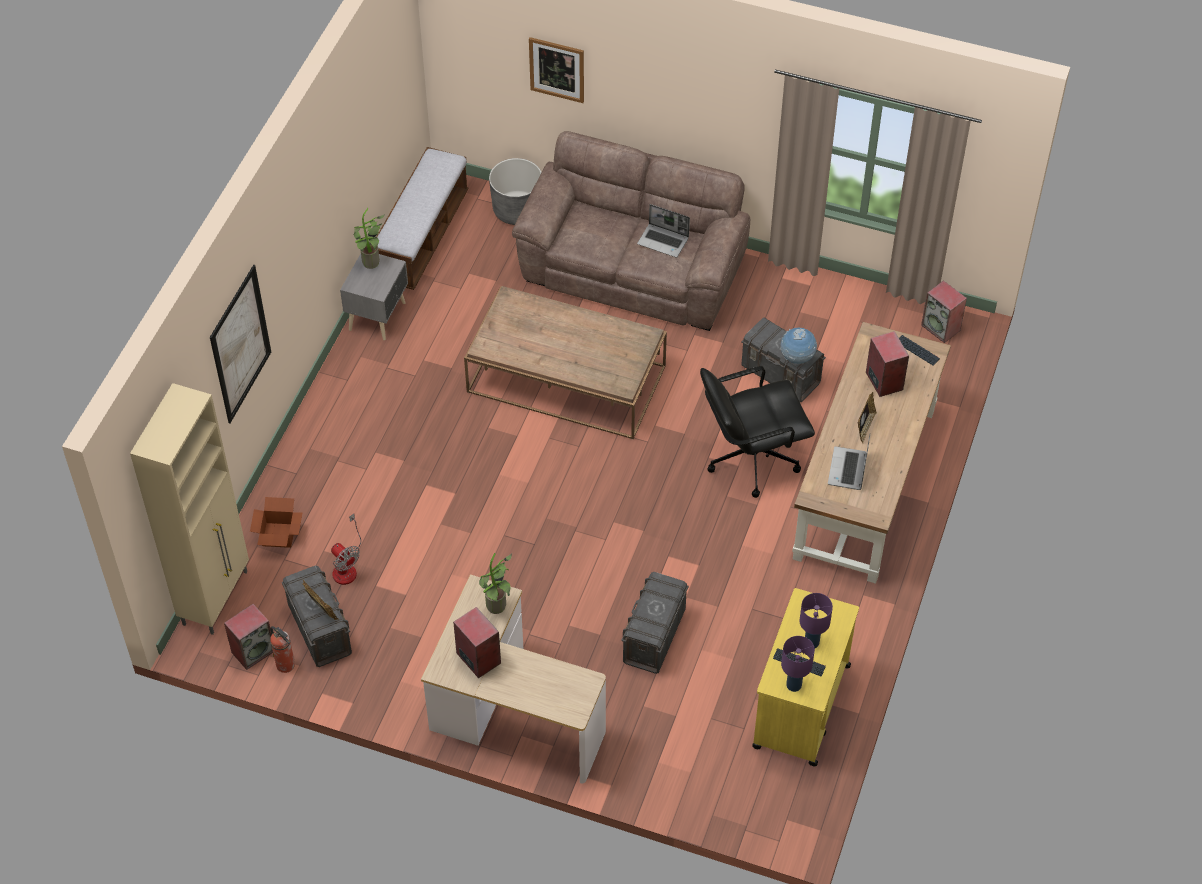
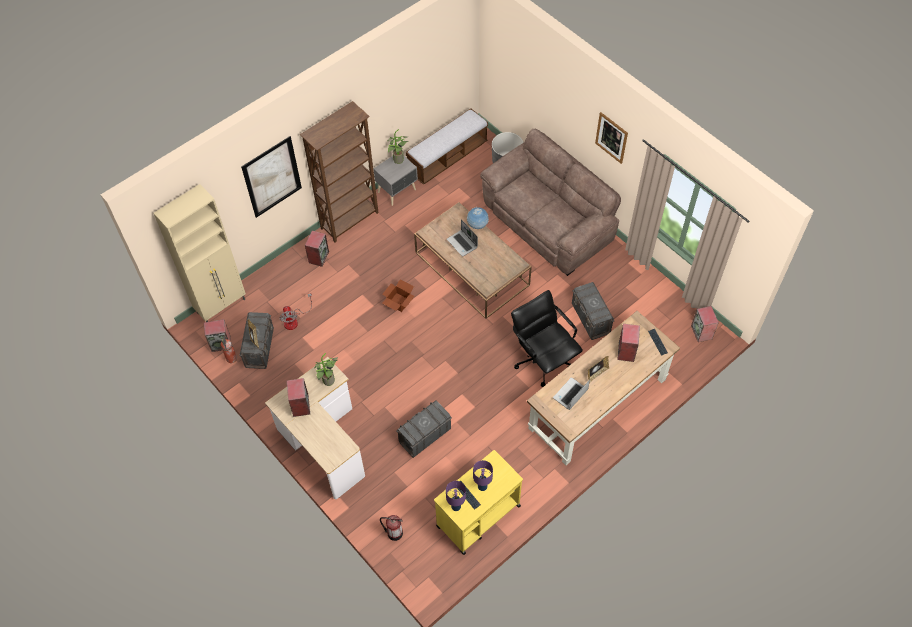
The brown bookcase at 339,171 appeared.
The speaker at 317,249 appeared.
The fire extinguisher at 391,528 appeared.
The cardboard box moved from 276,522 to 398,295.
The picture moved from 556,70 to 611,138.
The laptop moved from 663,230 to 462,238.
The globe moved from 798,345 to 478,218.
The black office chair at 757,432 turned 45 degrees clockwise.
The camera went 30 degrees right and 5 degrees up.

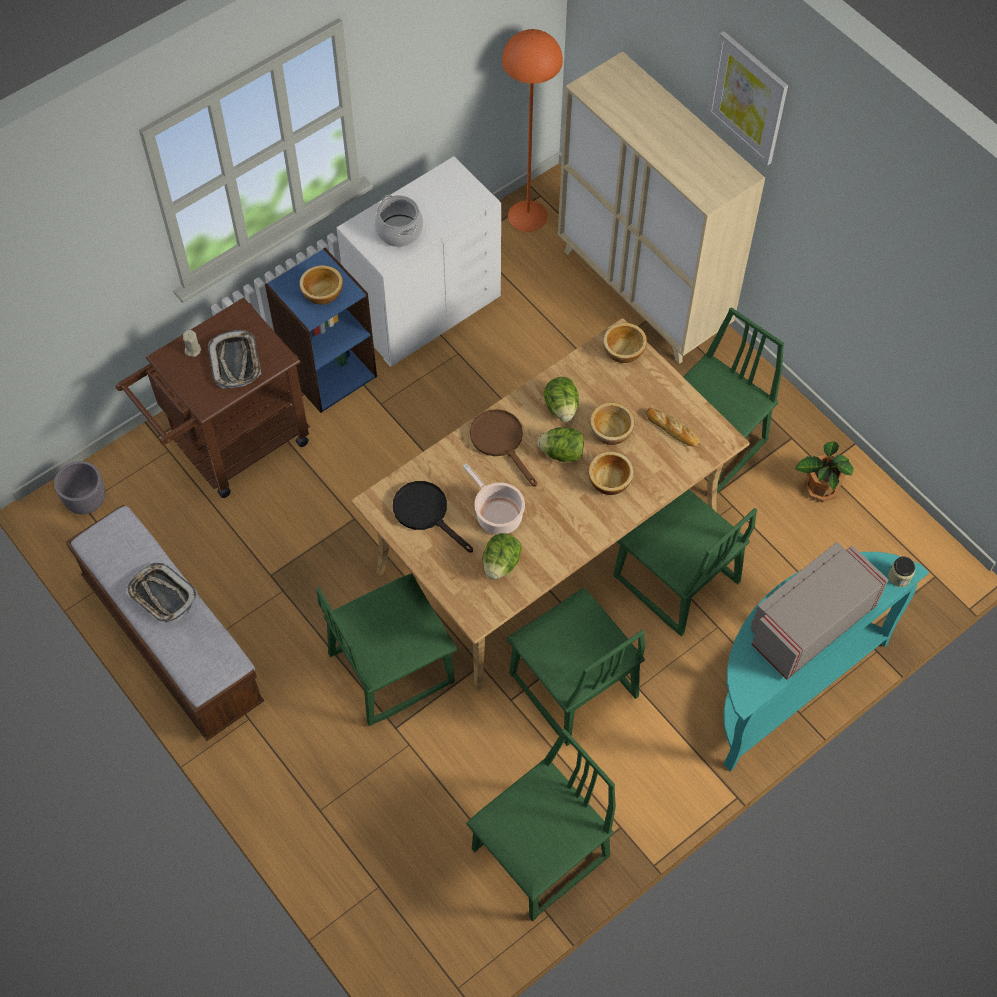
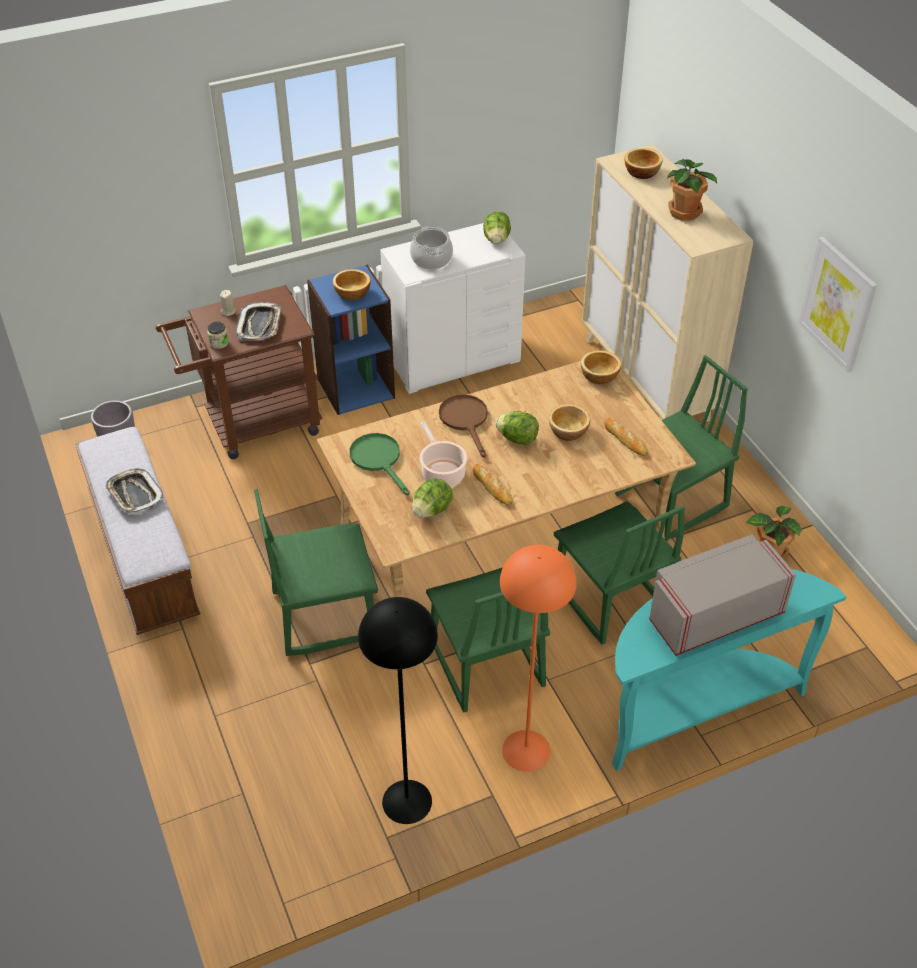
The bread at 493,484 appeared.
The potted plant at 692,190 appeared.
The orange floor lamp moved from 532,130 to 538,658.
The lettuce moved from 561,399 to 497,227.
The bowl moved from 611,473 to 643,163.
The picture moved from 747,98 to 837,304.
The jar moved from 901,572 to 218,335.
The green chair at 541,825 was replaced by the black floor lamp at 398,710.
The black frying pan at 433,517 became the green frying pan at 380,464.
The camera went 15 degrees right and 15 degrees down.

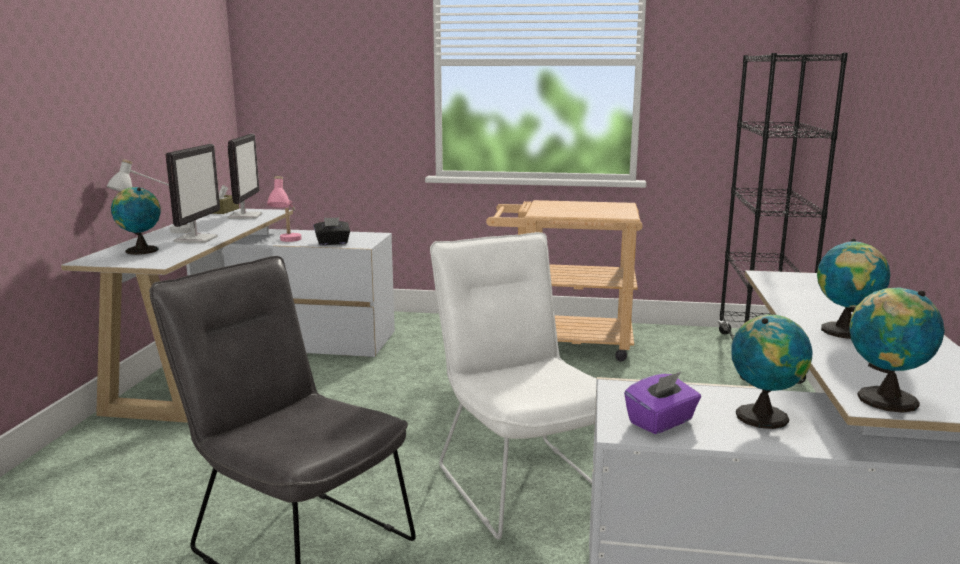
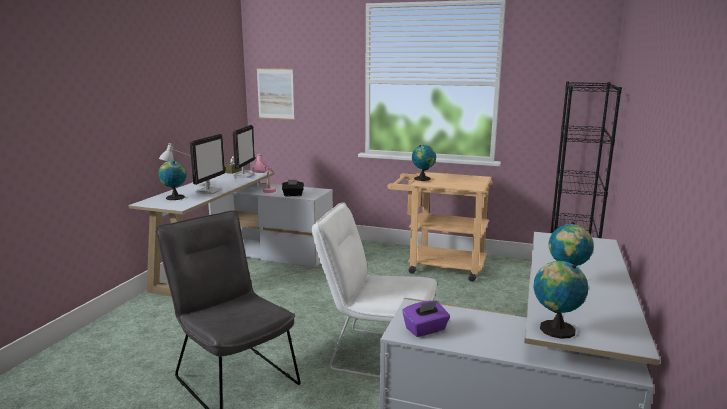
The picture at 275,94 appeared.
The globe moved from 771,372 to 424,163.
The white chair at 513,386 turned 60 degrees counterclockwise.
The camera went 10 degrees right and 0 degrees up.

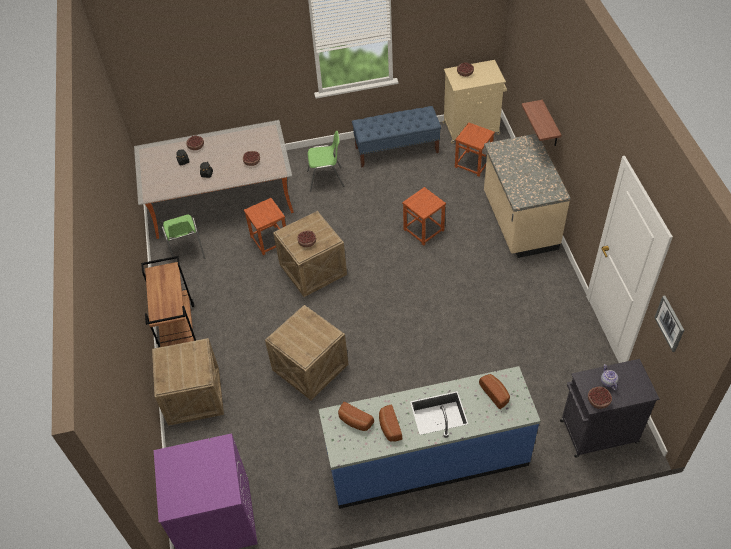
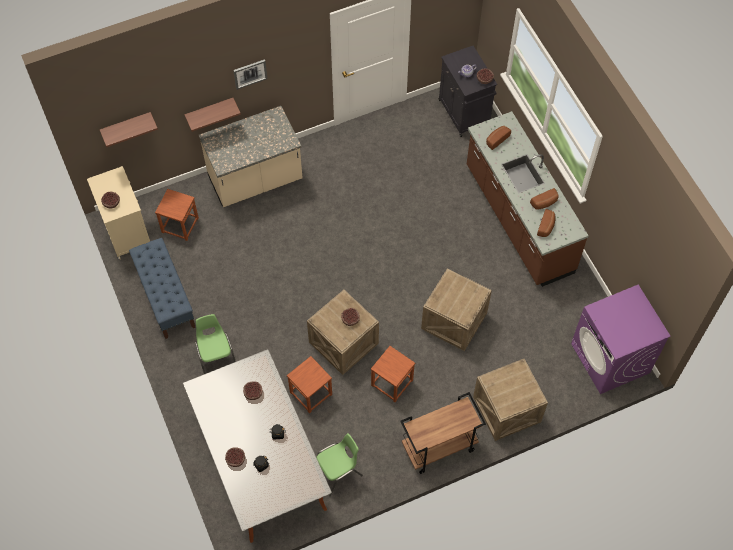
The shelf at 129,129 appeared.
The brown stool moved from 424,216 to 393,374.
The picture moved from 669,324 to 250,74.
The blue counter at 430,437 became the brown counter at 528,199.
The camera went 105 degrees left and 10 degrees up.

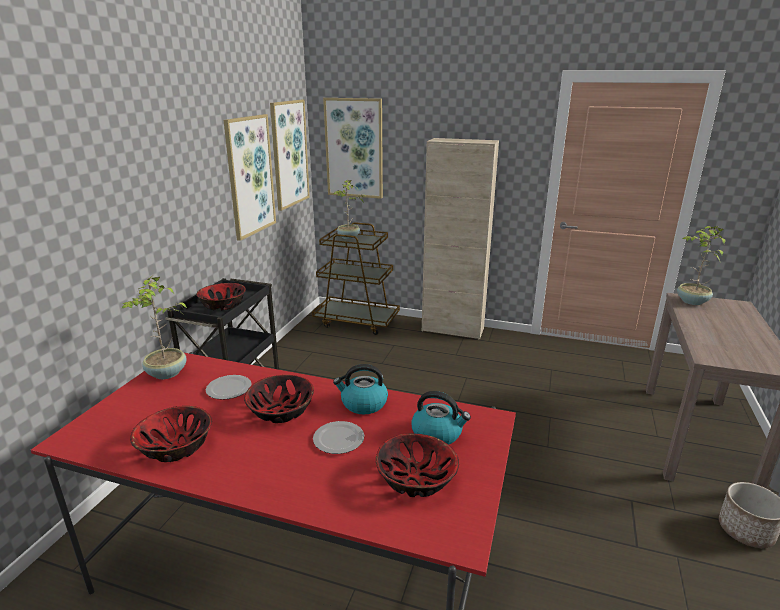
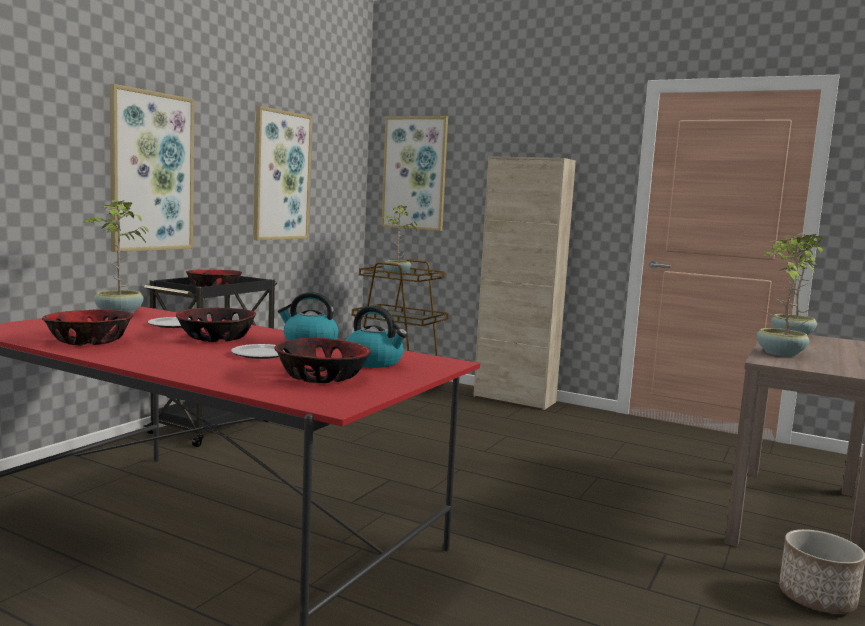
The potted plant at 786,296 appeared.
The picture moved from 290,155 to 152,168.
The camera went 10 degrees right and 15 degrees down.

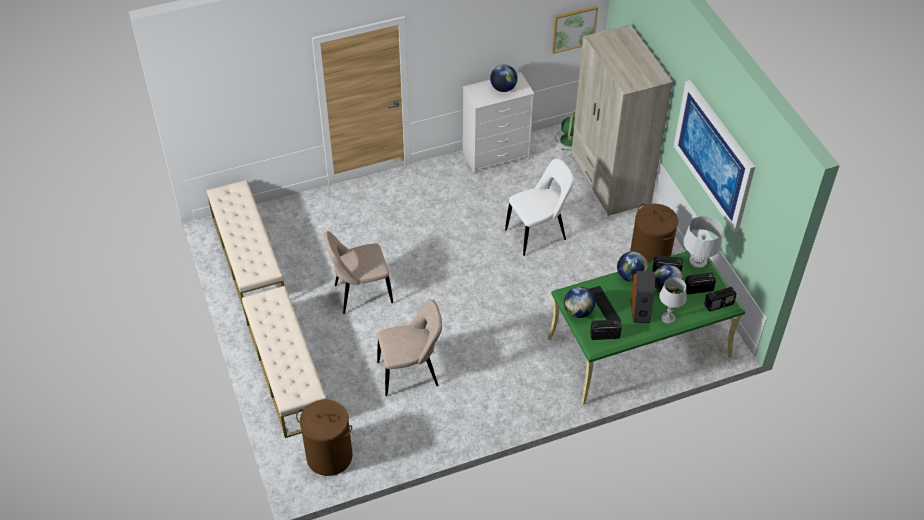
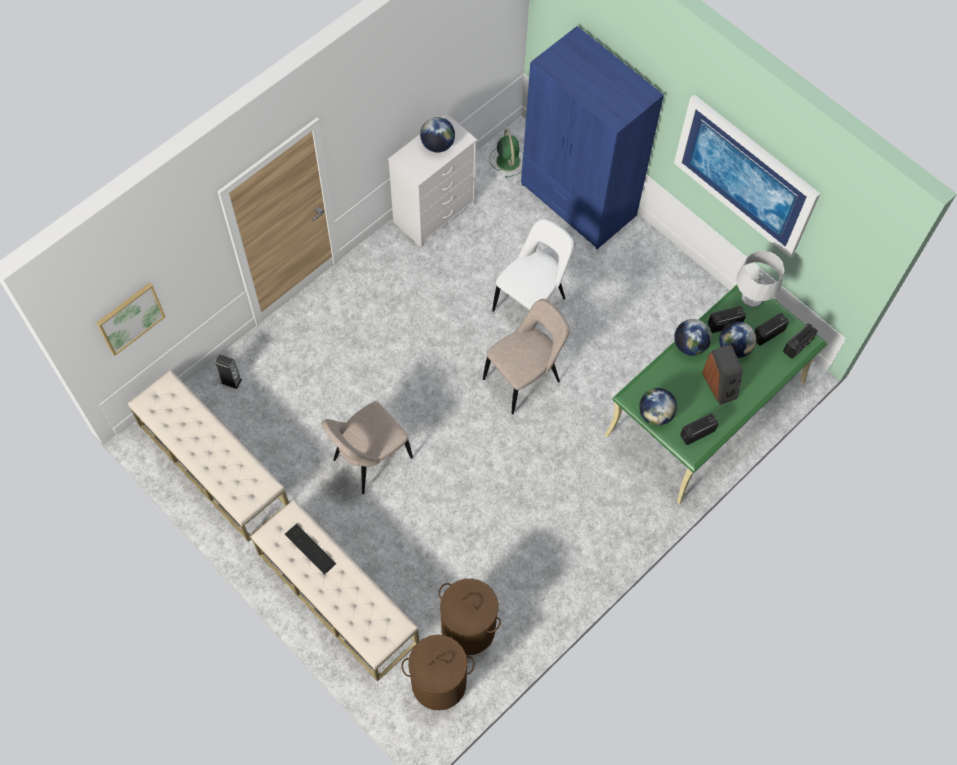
The grey table lamp at 672,300 disappeared.
The speaker at 228,371 appeared.
The beige chair moved from 409,348 to 526,356.
The picture moved from 575,30 to 131,319.
The keyboard moved from 605,303 to 310,549.
The brown laundry basket moved from 654,233 to 470,617.
The beige wardrobe at 622,120 became the blue wardrobe at 592,137.
The camera went 25 degrees left and 15 degrees up.

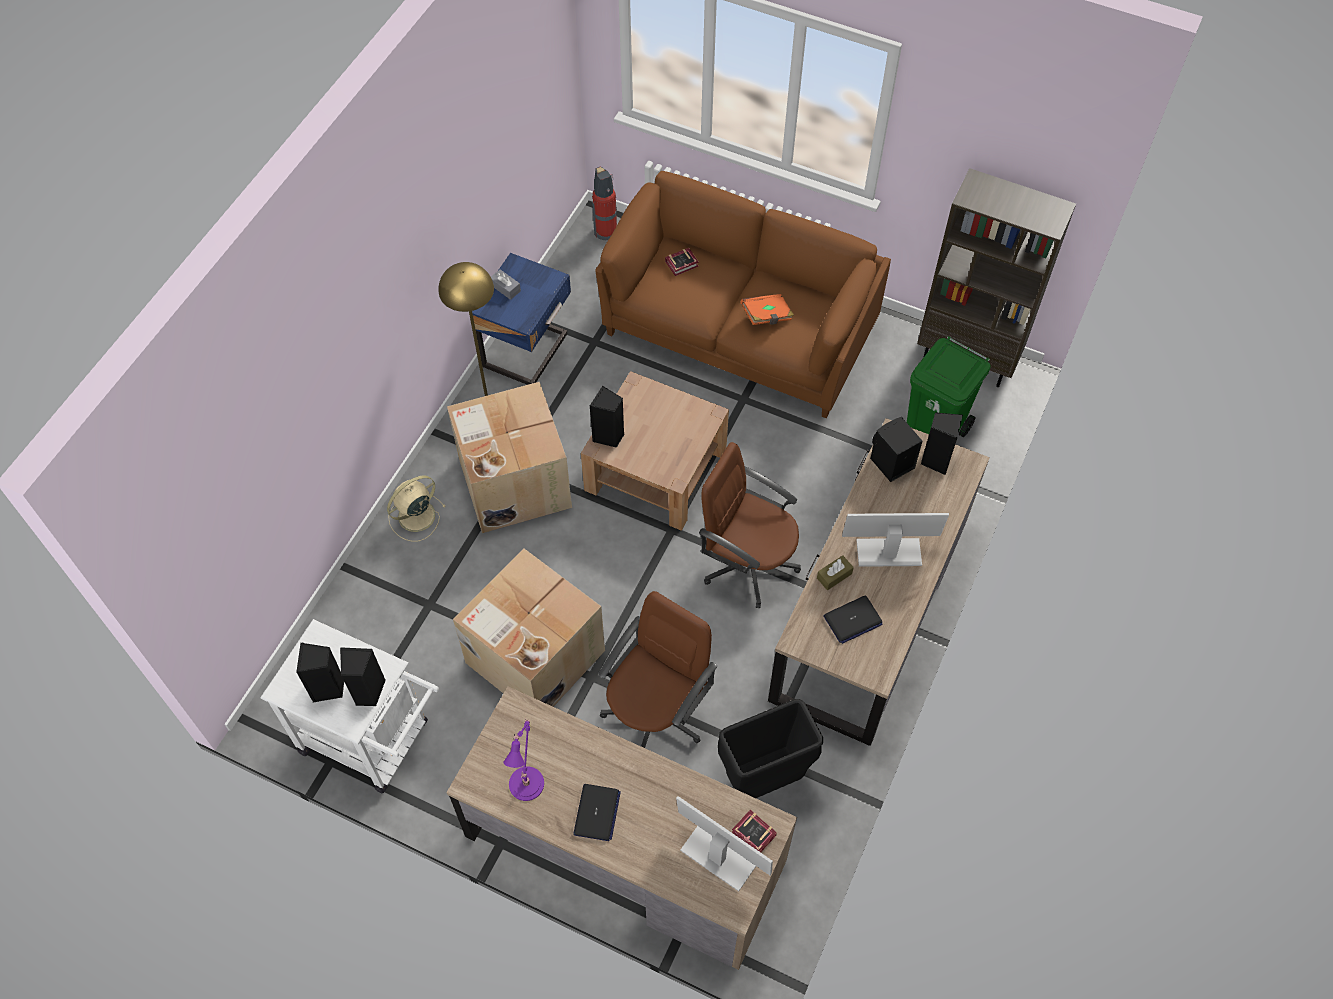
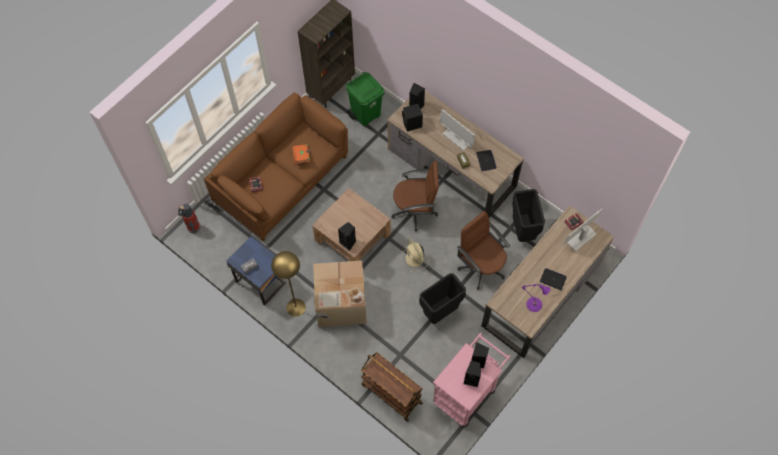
The brown cart at 392,387 appeared.
The beige fan moved from 416,509 to 415,255.
The cardboard box at 529,627 was replaced by the black trash can at 442,298.
The white cart at 349,706 became the pink cart at 471,380.
The brown office chair at 750,525 turned 135 degrees counterclockwise.
The monitor at 895,540 turned 60 degrees counterclockwise.
The camera went 75 degrees left and 5 degrees up.

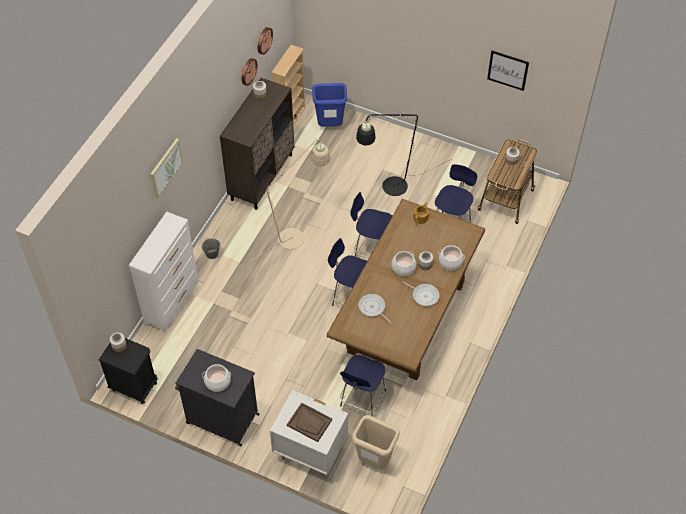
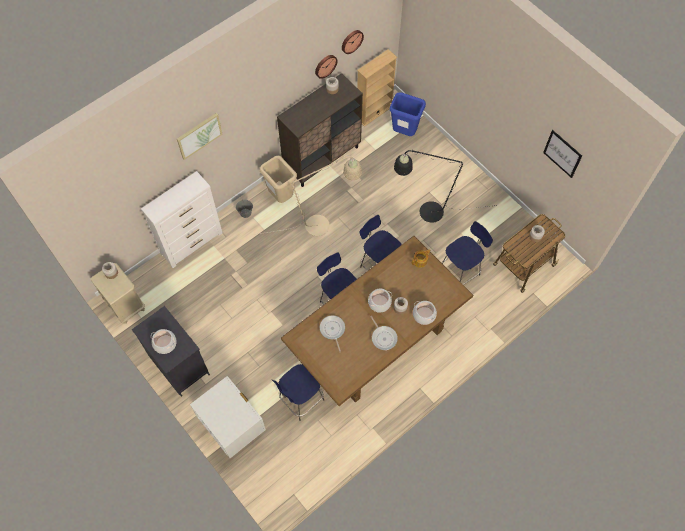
The brown tray at 309,422 disappeared.
The beige trash can moved from 376,442 to 278,179.
The black nightstand at 128,371 became the beige nightstand at 117,293.
The camera went 25 degrees right and 10 degrees up.

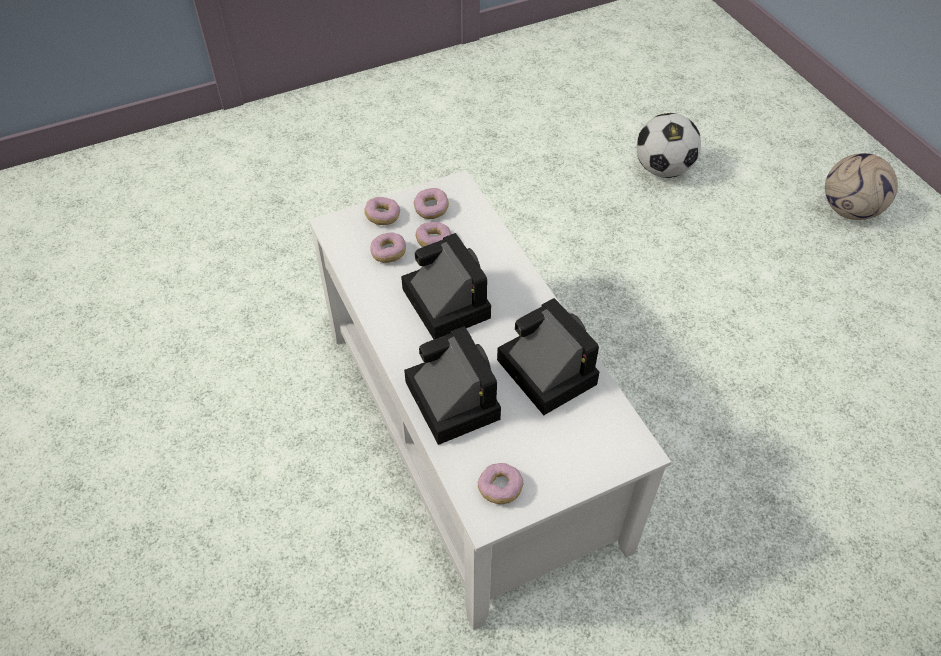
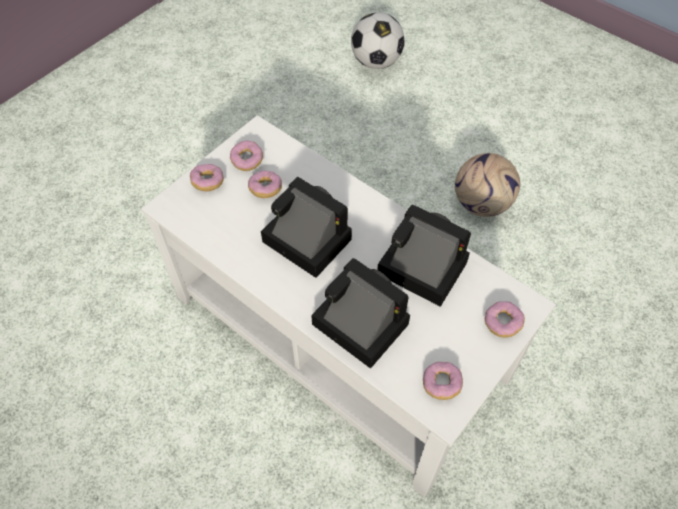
The donut moved from 388,247 to 505,319.
The football moved from 861,186 to 487,185.
The camera went 25 degrees left and 5 degrees up.

